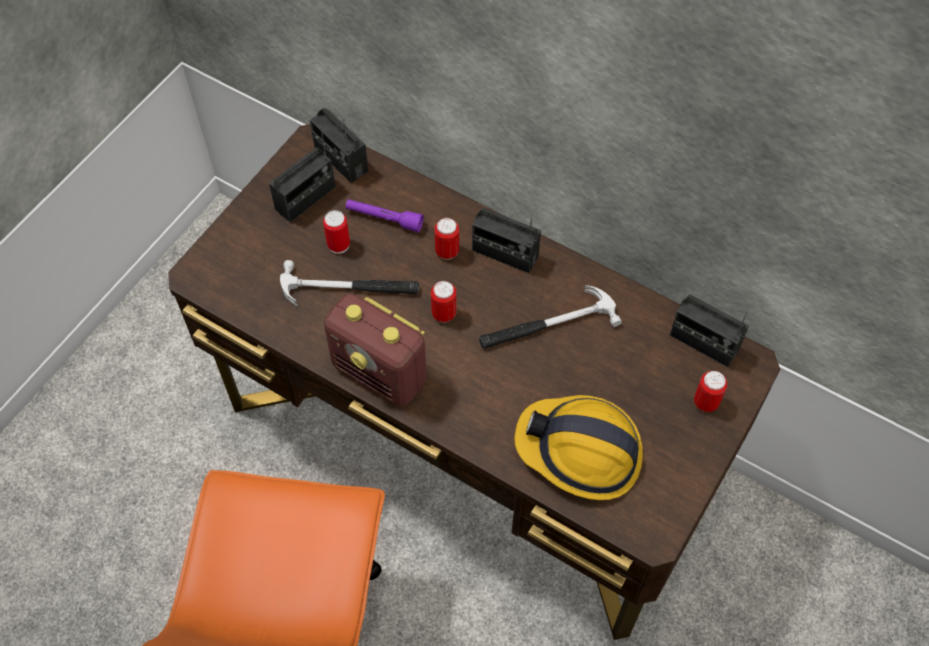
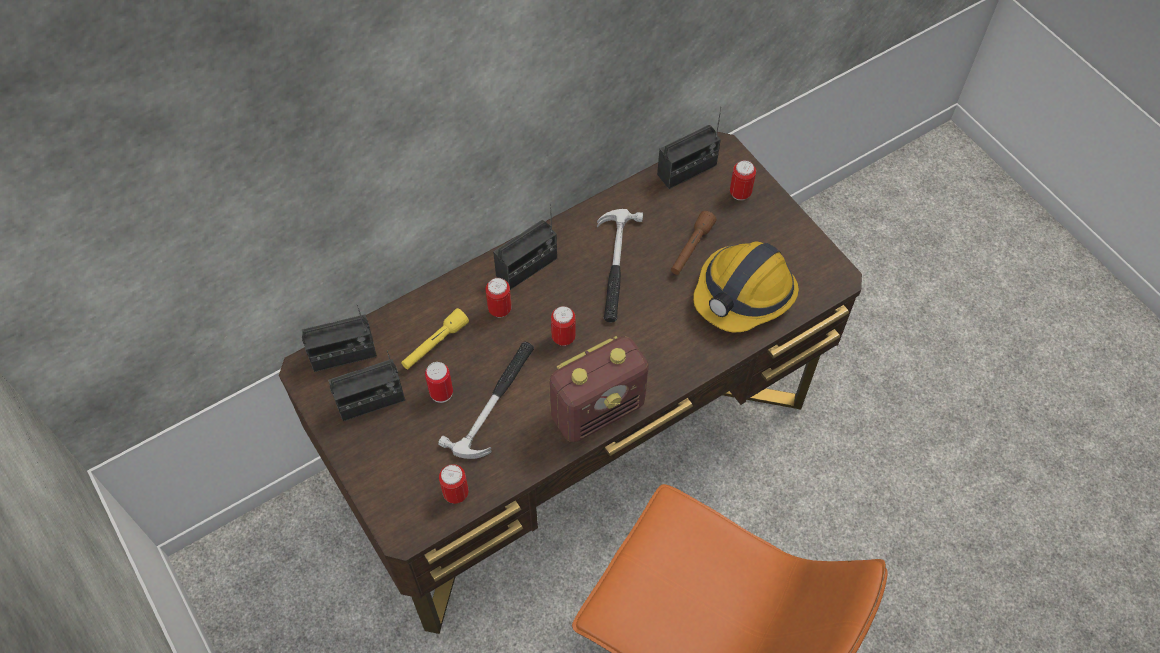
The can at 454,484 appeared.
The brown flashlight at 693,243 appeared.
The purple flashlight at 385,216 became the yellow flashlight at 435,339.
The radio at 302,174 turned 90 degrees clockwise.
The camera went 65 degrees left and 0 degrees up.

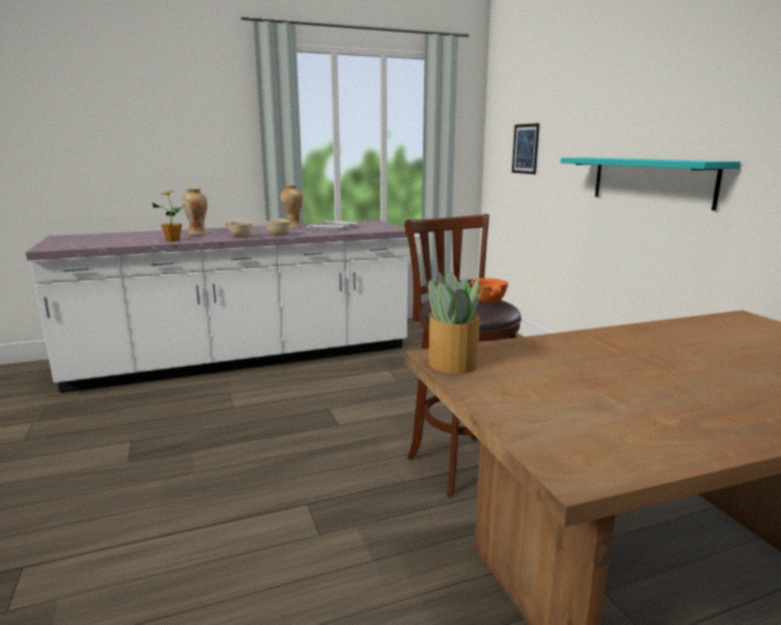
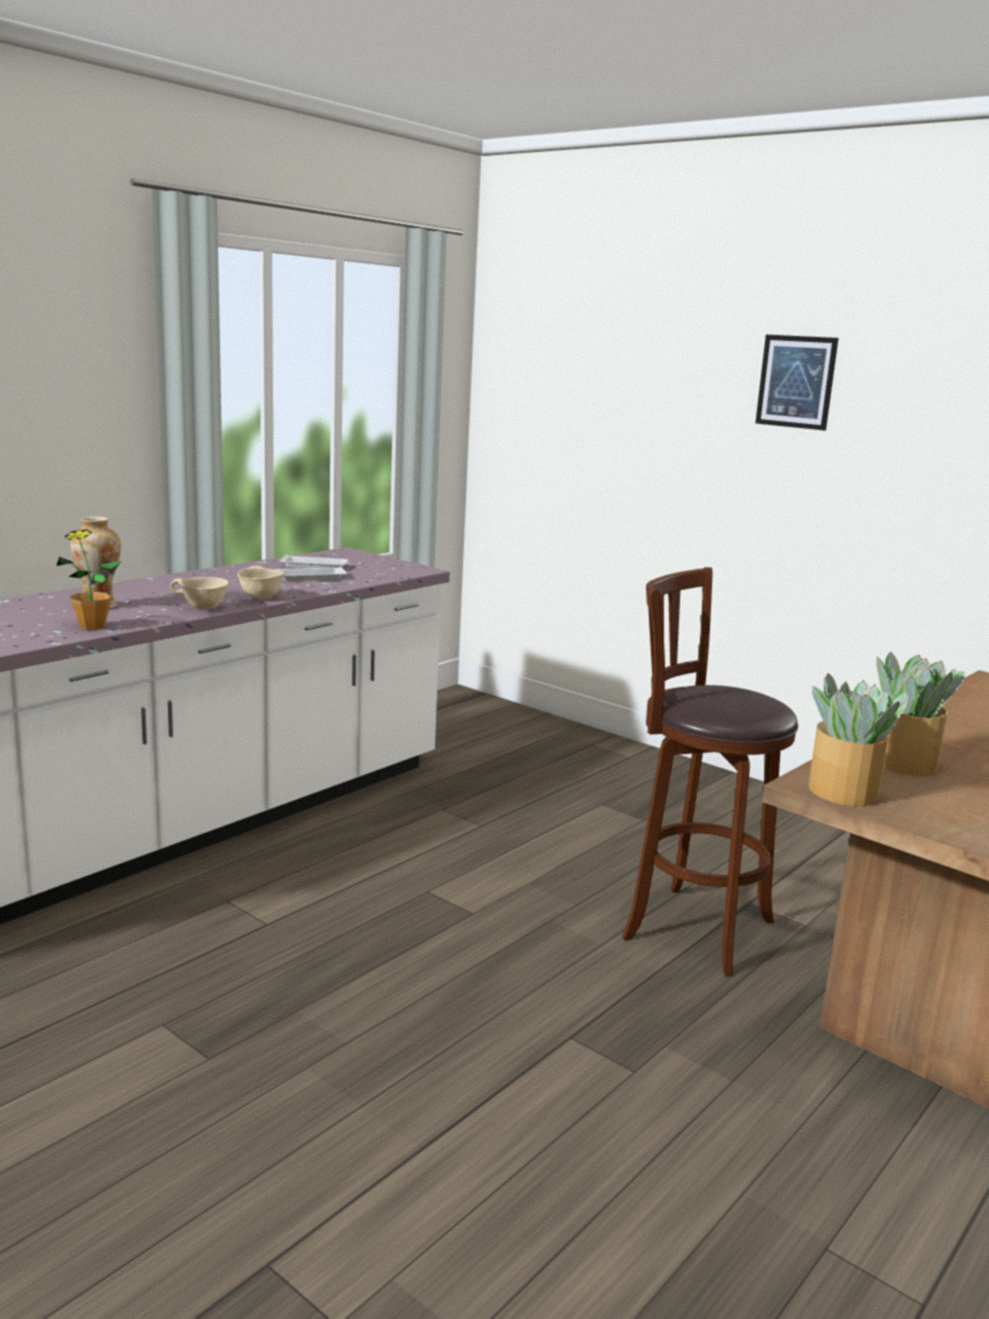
The vase at 291,206 disappeared.
The orange bowl at 490,291 disappeared.
The turquoise shelf at 651,184 disappeared.
The potted plant at 920,714 appeared.
The picture moved from 526,148 to 797,382.
The camera went 30 degrees left and 0 degrees up.

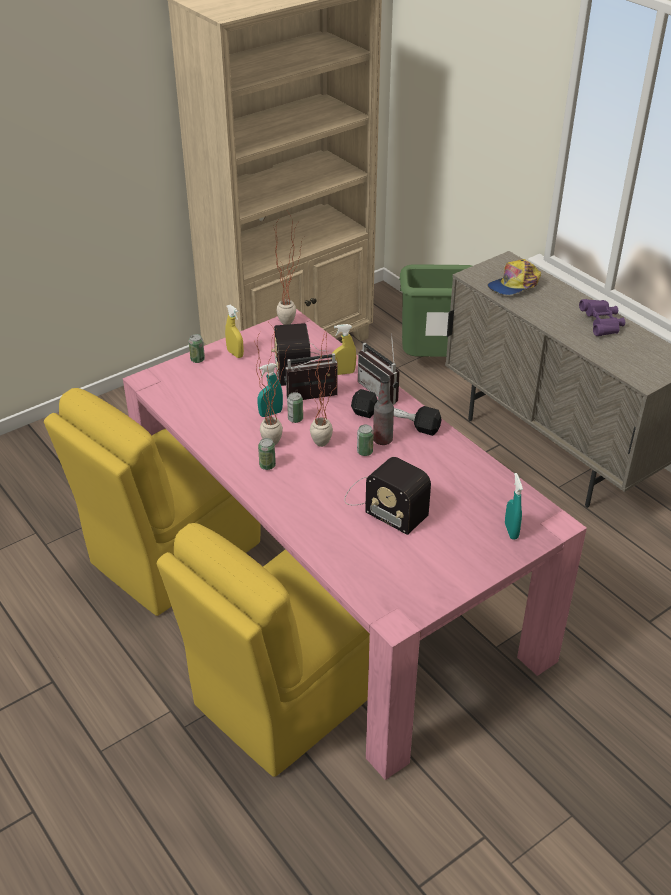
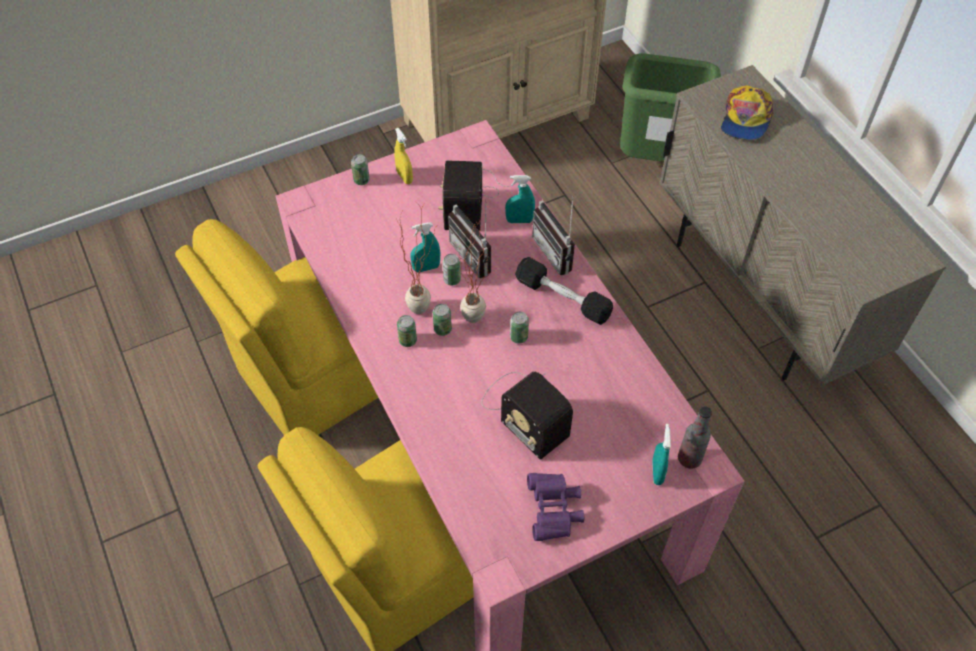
The potted plant at 288,269 disappeared.
The can at 442,320 appeared.
The bottle moved from 383,410 to 695,437.
The purple binoculars moved from 602,317 to 555,507.
The yellow spray bottle at 343,349 became the turquoise spray bottle at 520,199.
The radio at 311,376 turned 120 degrees counterclockwise.
The cap at 514,277 turned 45 degrees counterclockwise.
The camera went 10 degrees right and 15 degrees up.

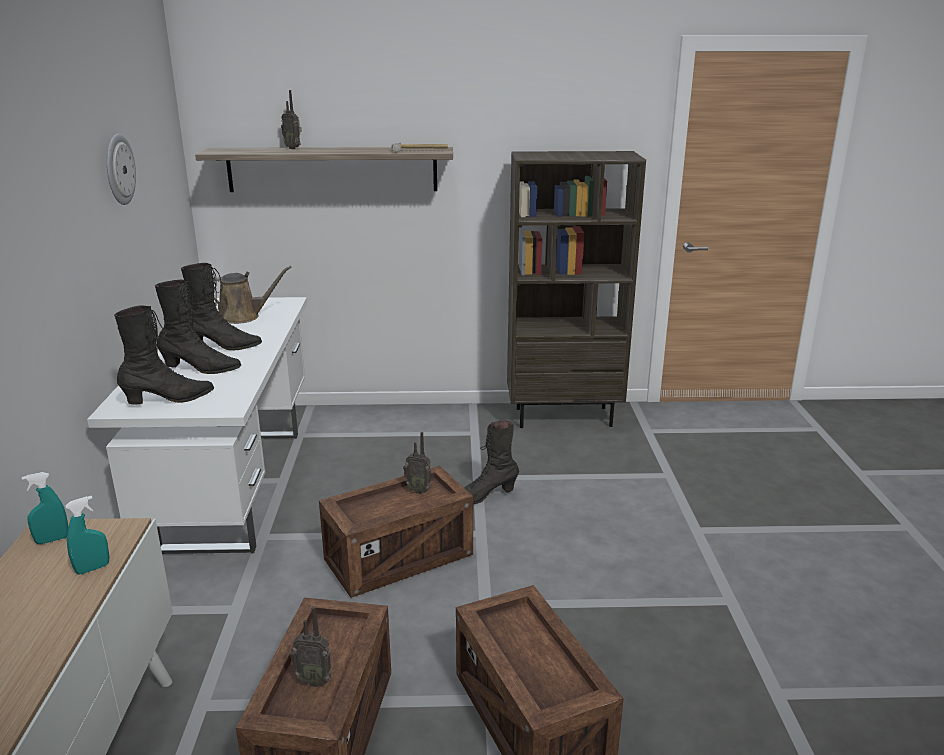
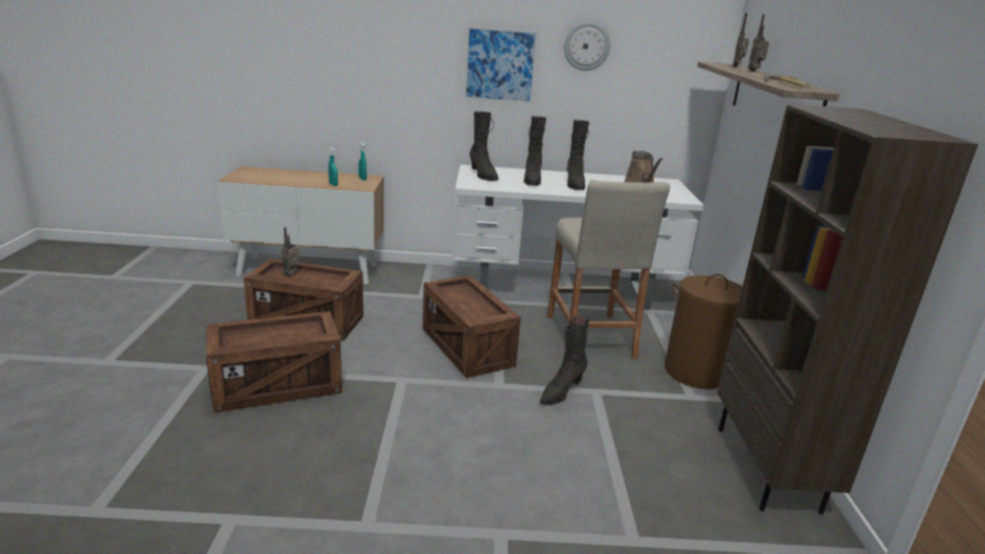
The picture at 501,65 appeared.
The beige stool at 608,269 appeared.
The brown laundry basket at 703,331 appeared.
The radio moved from 417,463 to 741,40.
The black boot at 491,462 turned 120 degrees counterclockwise.
The camera went 90 degrees right and 0 degrees up.

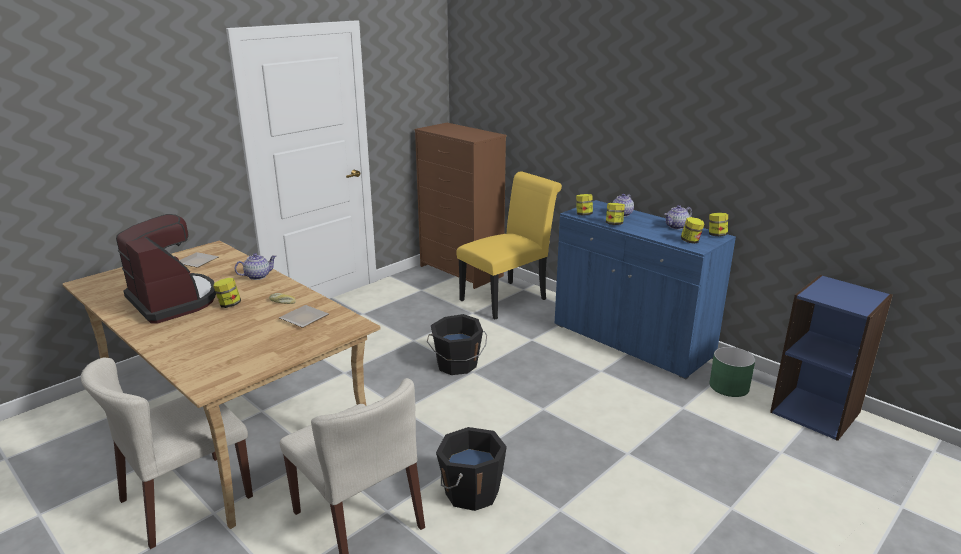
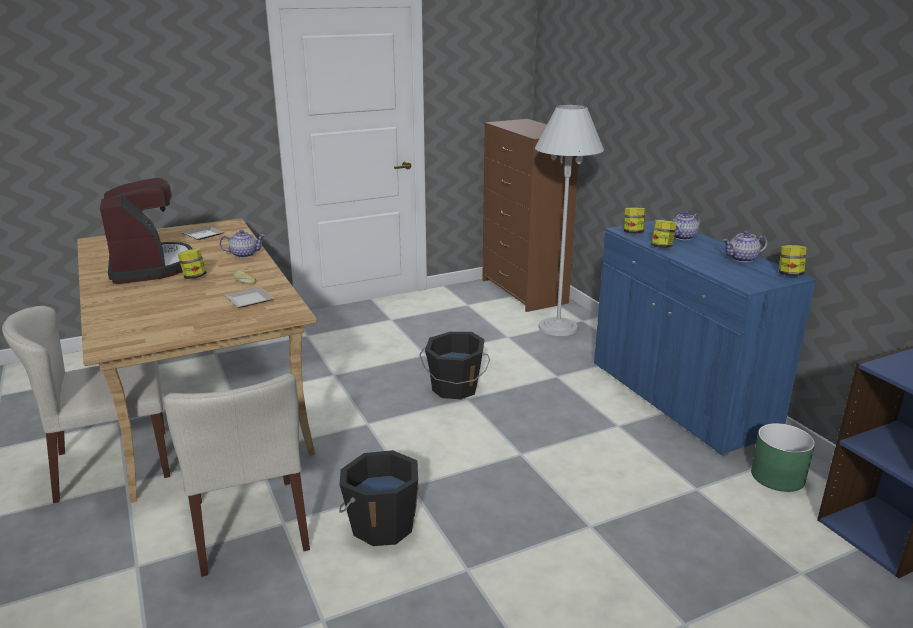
The jar at 693,230 disappeared.
The yellow chair at 509,245 was replaced by the white floor lamp at 569,220.
The camera went 20 degrees right and 0 degrees up.

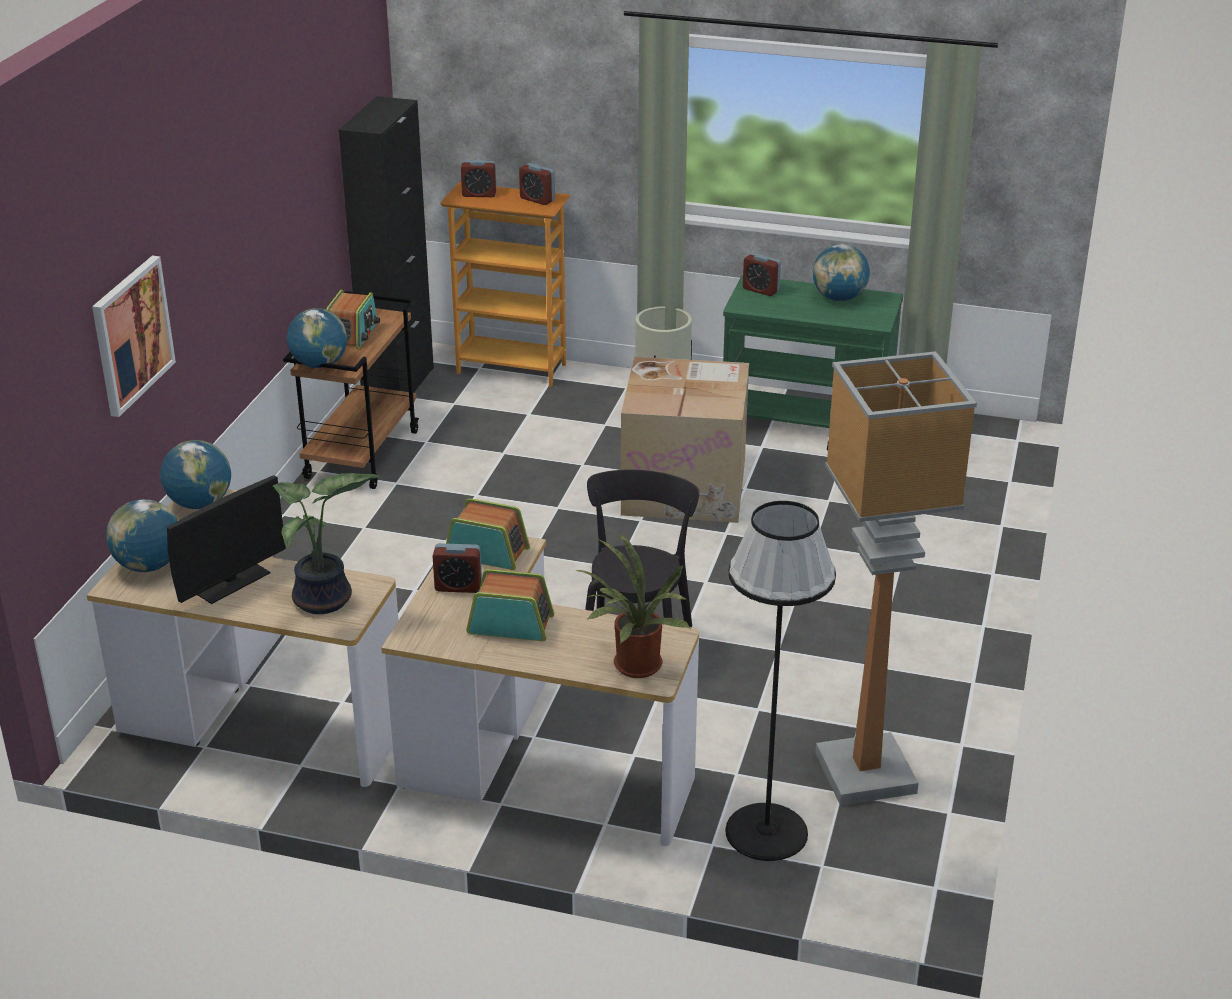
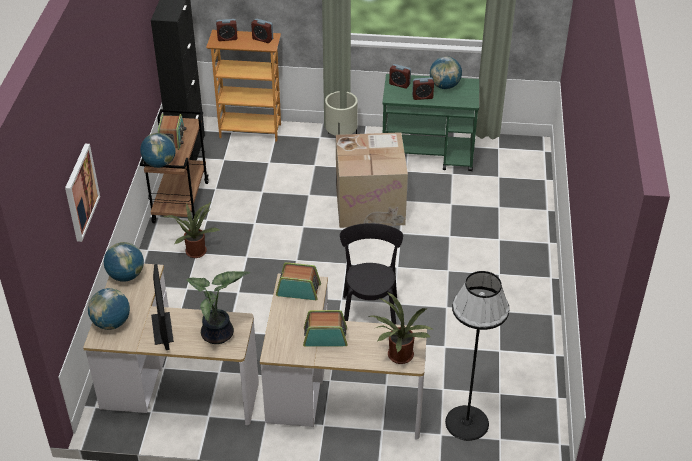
The floor lamp at 896,578 disappeared.
The potted plant at 192,229 appeared.
The alarm clock moved from 457,568 to 423,89.
The monitor at 226,539 turned 45 degrees counterclockwise.
The camera went 10 degrees left and 10 degrees up.

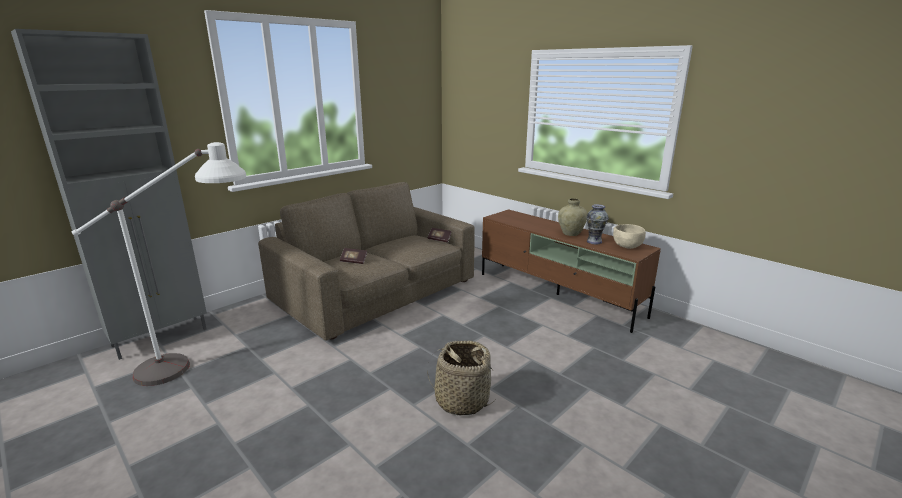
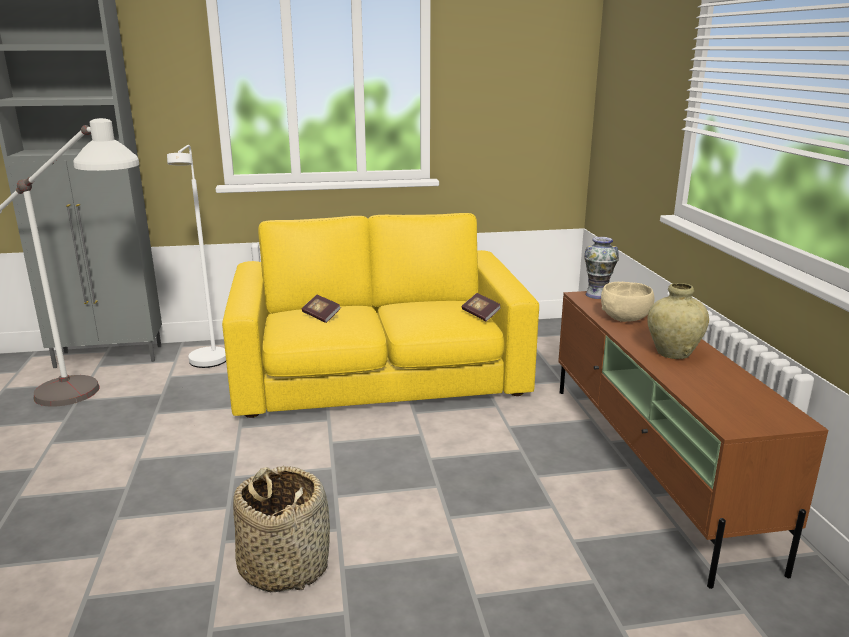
The white floor lamp at 196,256 appeared.
The vase moved from 597,224 to 601,268.
The beige bowl moved from 629,236 to 627,302.
The brown sofa at 366,261 became the yellow sofa at 380,315.
The camera went 35 degrees right and 0 degrees up.

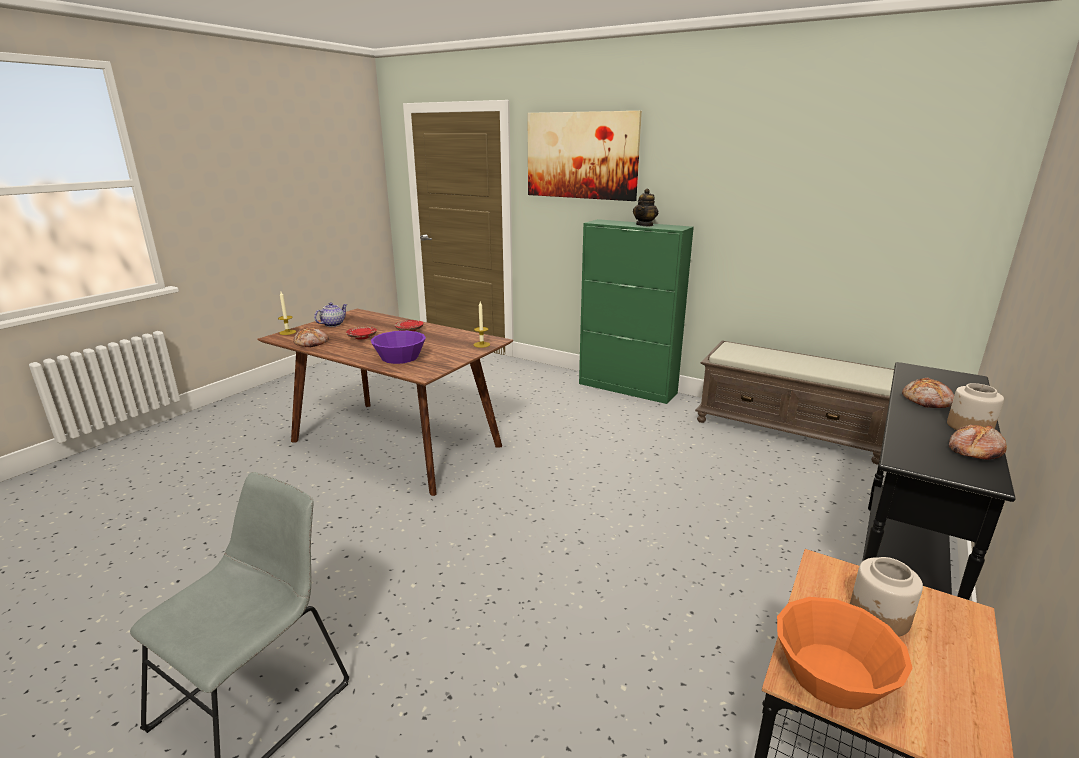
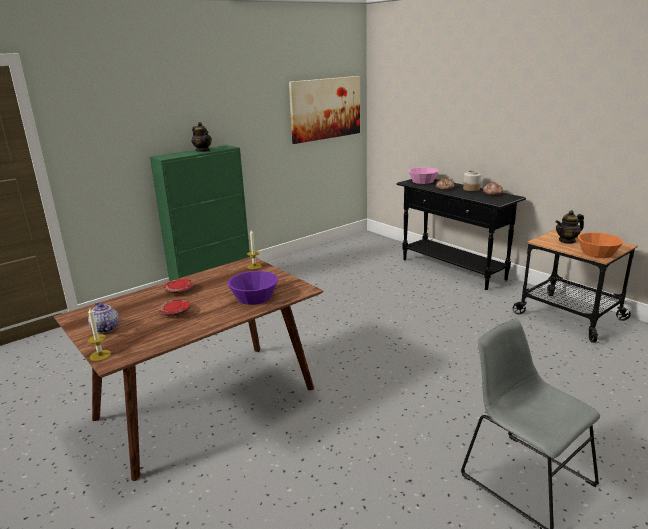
The bread at 311,337 disappeared.
The brown bench at 794,403 disappeared.
The pink bowl at 423,175 appeared.
The picture moved from 584,156 to 324,110.
The jar at 886,597 was replaced by the teapot at 570,227.
The camera went 70 degrees left and 0 degrees up.

